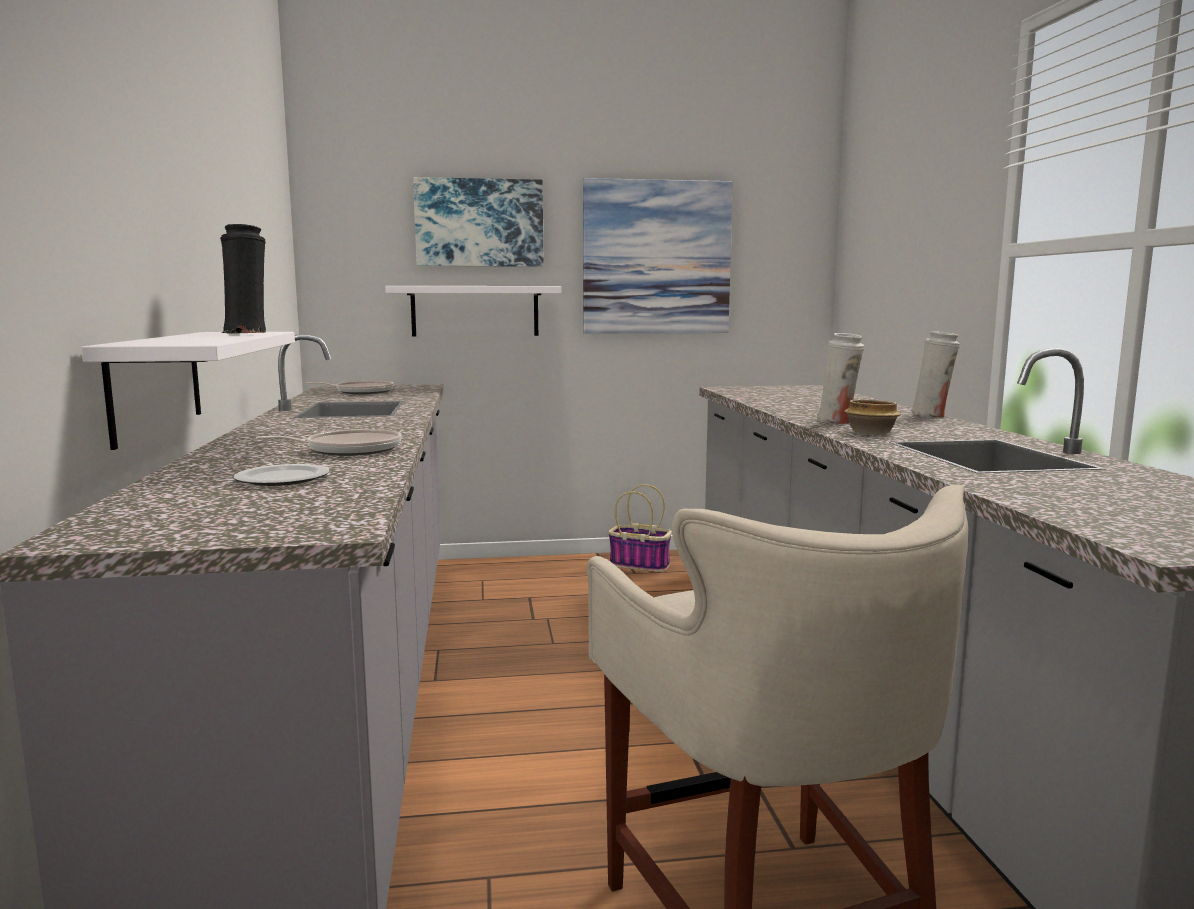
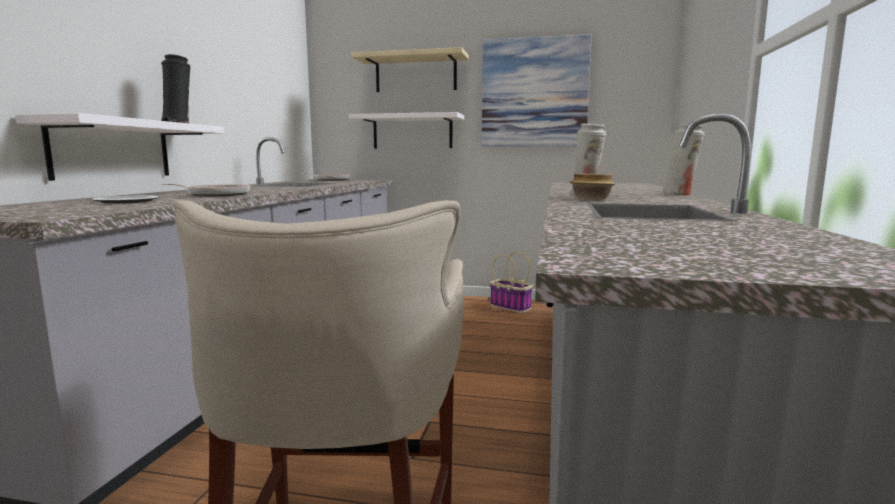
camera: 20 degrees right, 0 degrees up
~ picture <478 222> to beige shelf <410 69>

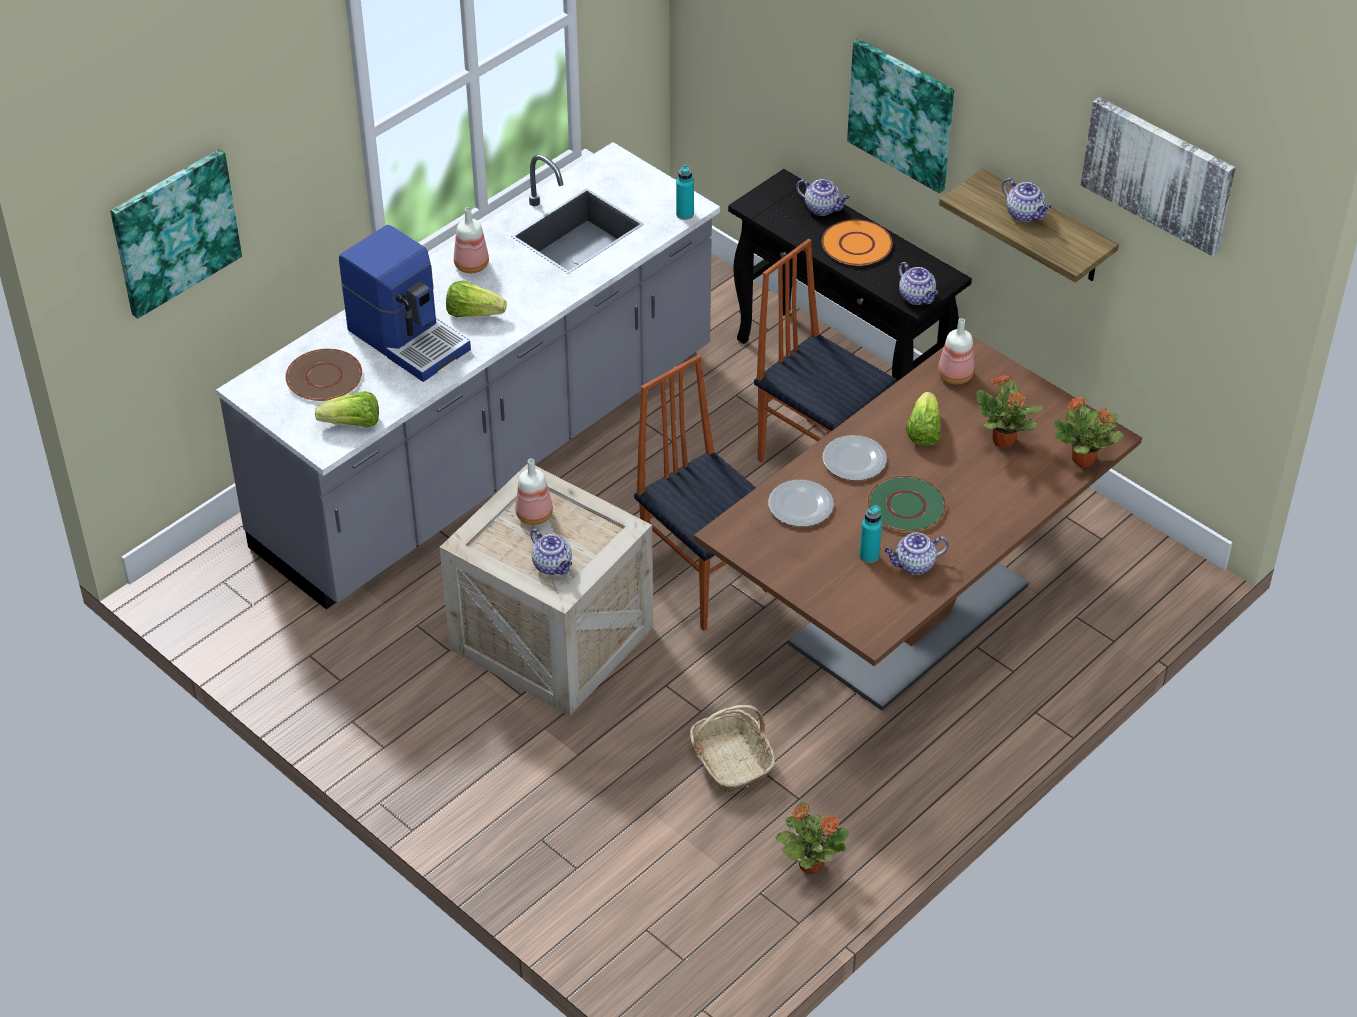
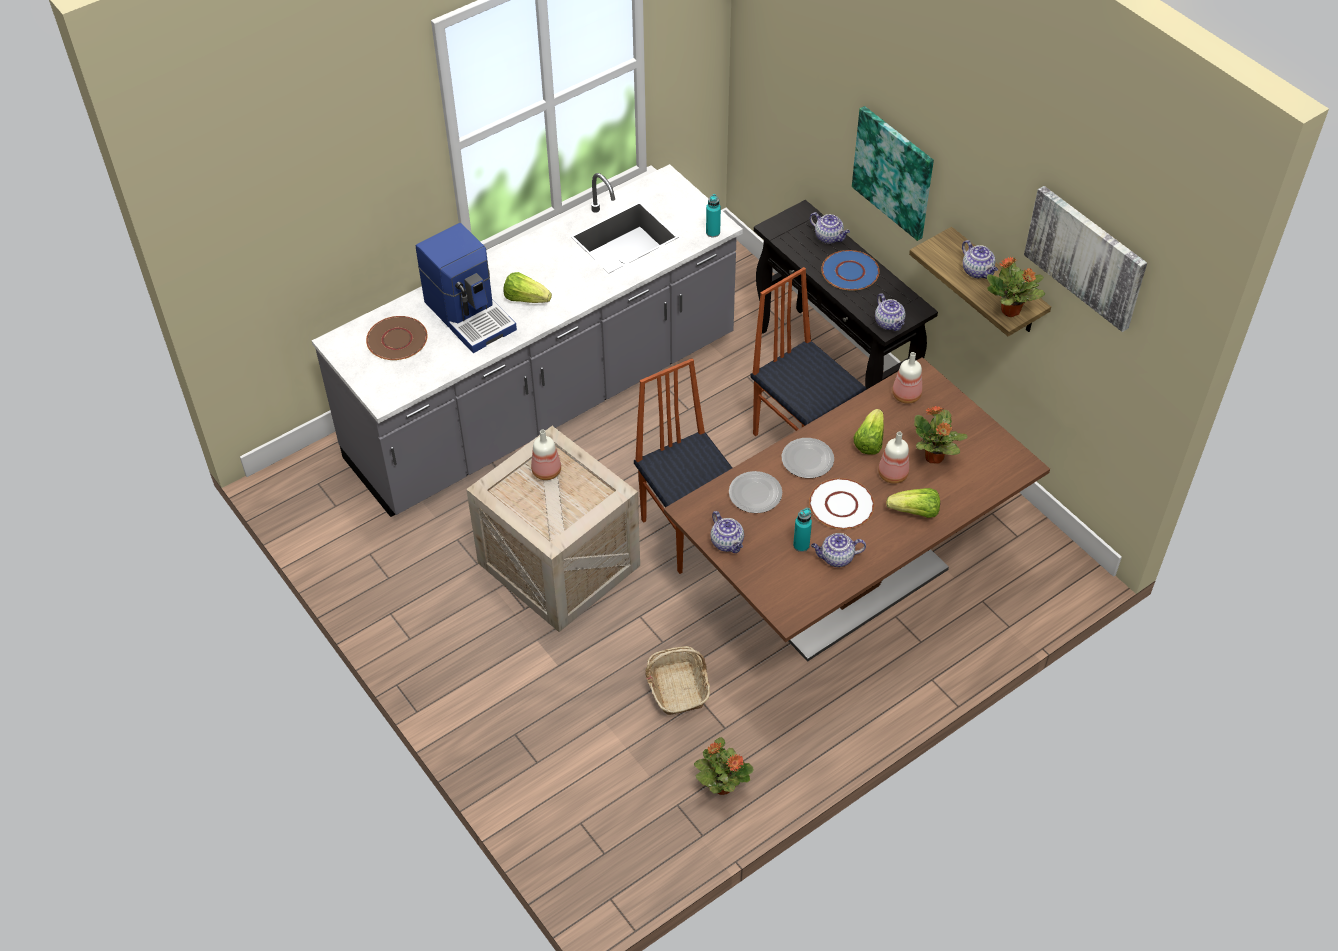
camera: 10 degrees right, 5 degrees up
- picture <176 234>
~ lettuce <347 409> to <913 503>
~ bottle <471 240> to <893 458>
~ teapot <551 552> to <727 532>
~ potted plant <1088 432> to <1016 287>
~ orange plate <857 243> to blue plate <850 270>
~ green plate <906 504> to white plate <841 503>

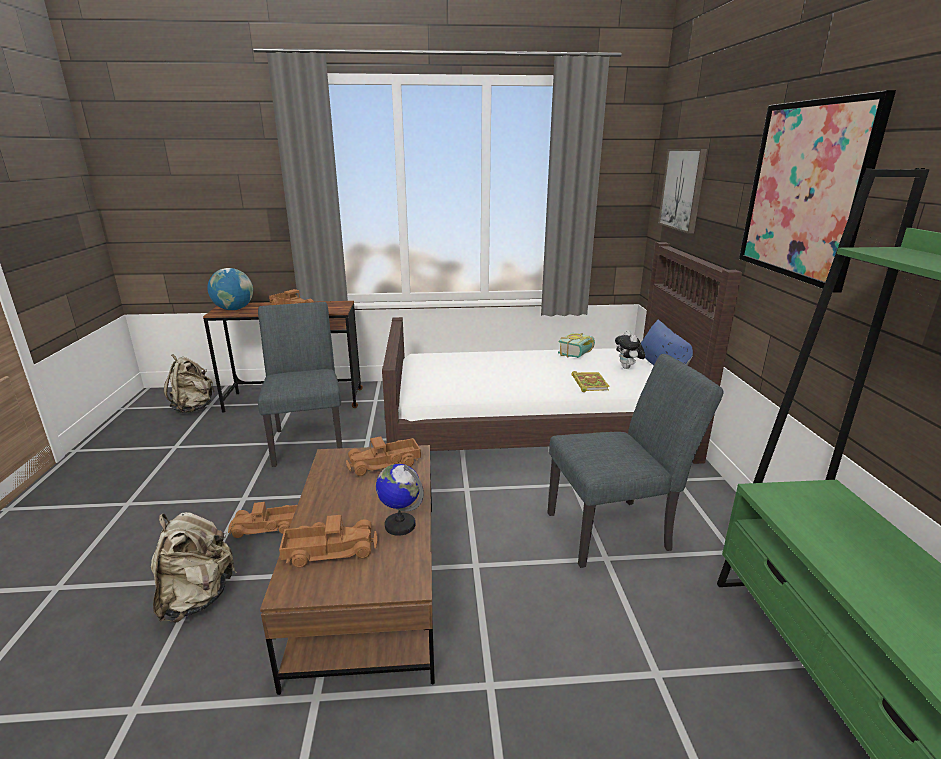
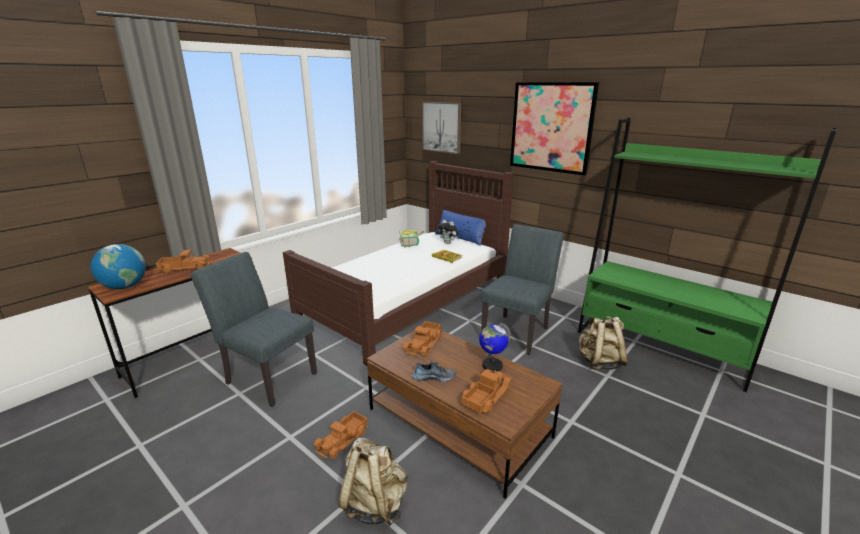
camera: 45 degrees left, 0 degrees up
+ shoe <434 371>
~ beige backpack <189 383> to <603 343>

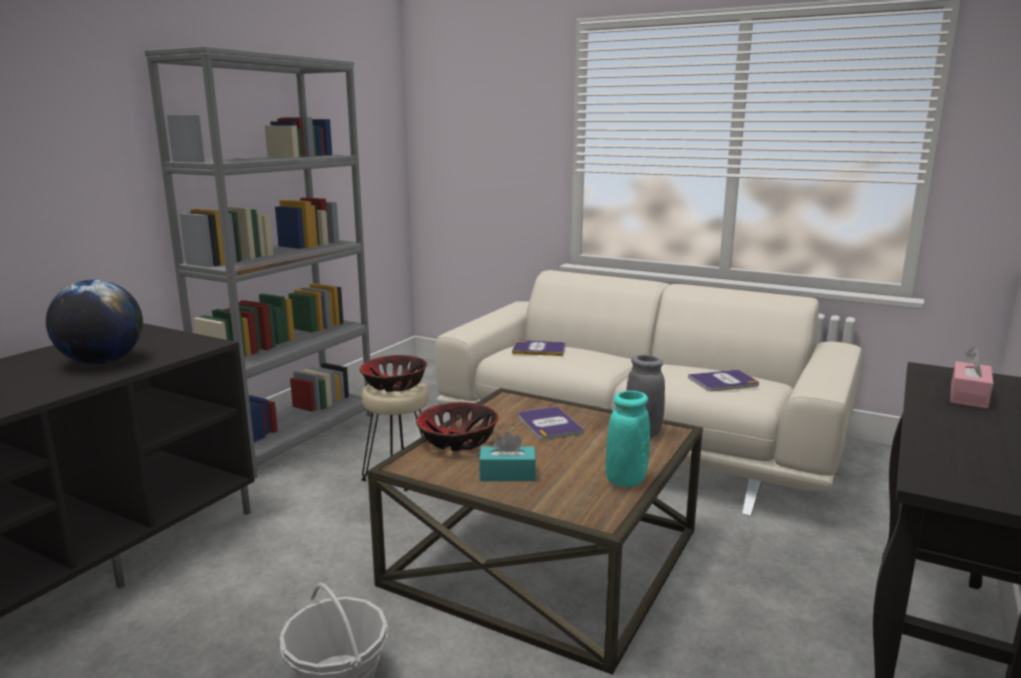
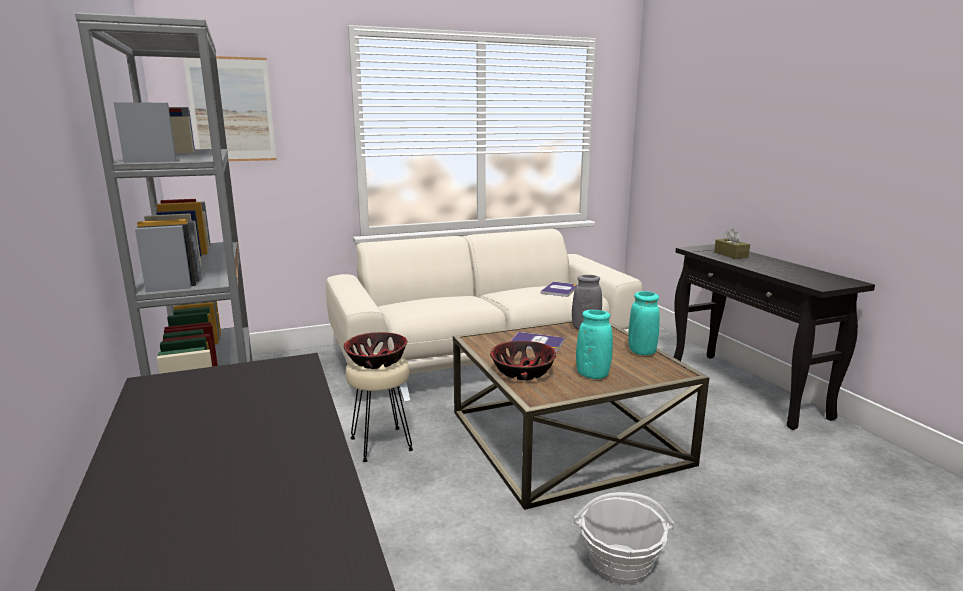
camera: 50 degrees left, 0 degrees up
- globe <94 321>
- book <539 348>
+ picture <229 108>
~ turquoise tissue box <507 456> to turquoise vase <594 344>
~ pink tissue box <971 378> to brown tissue box <732 244>

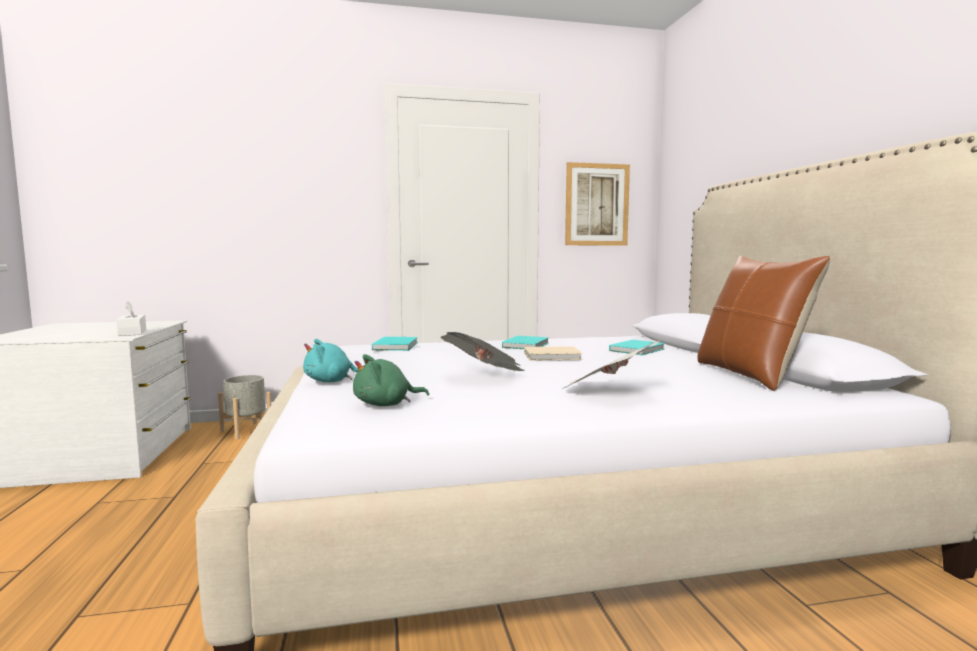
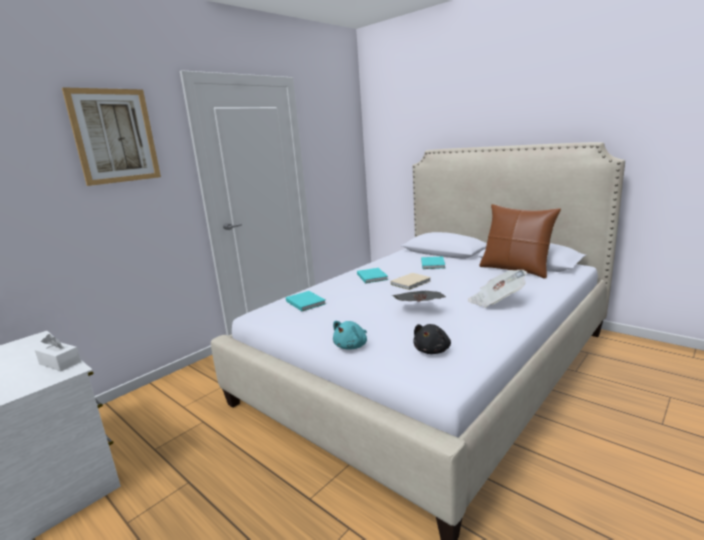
camera: 35 degrees left, 10 degrees up
- grey planter <244 407>
~ picture <597 204> to <111 136>
~ green plush toy <391 380> to black plush toy <432 339>

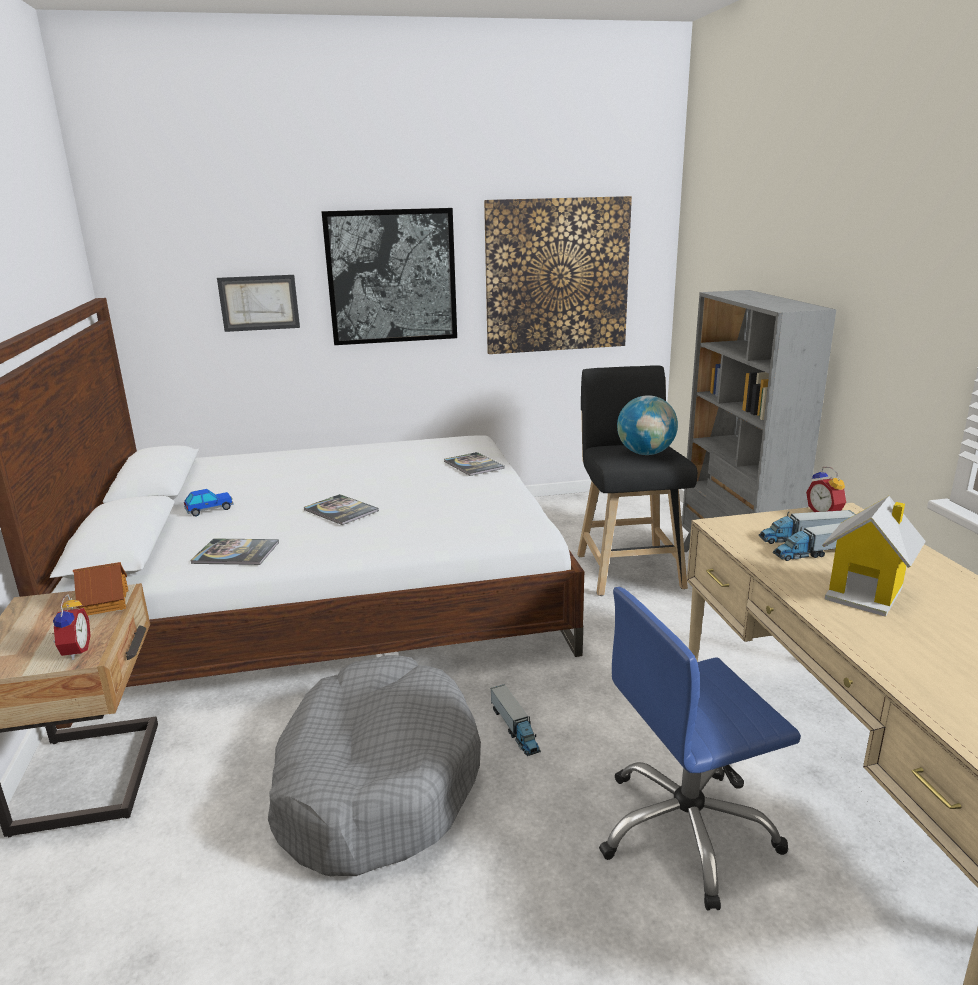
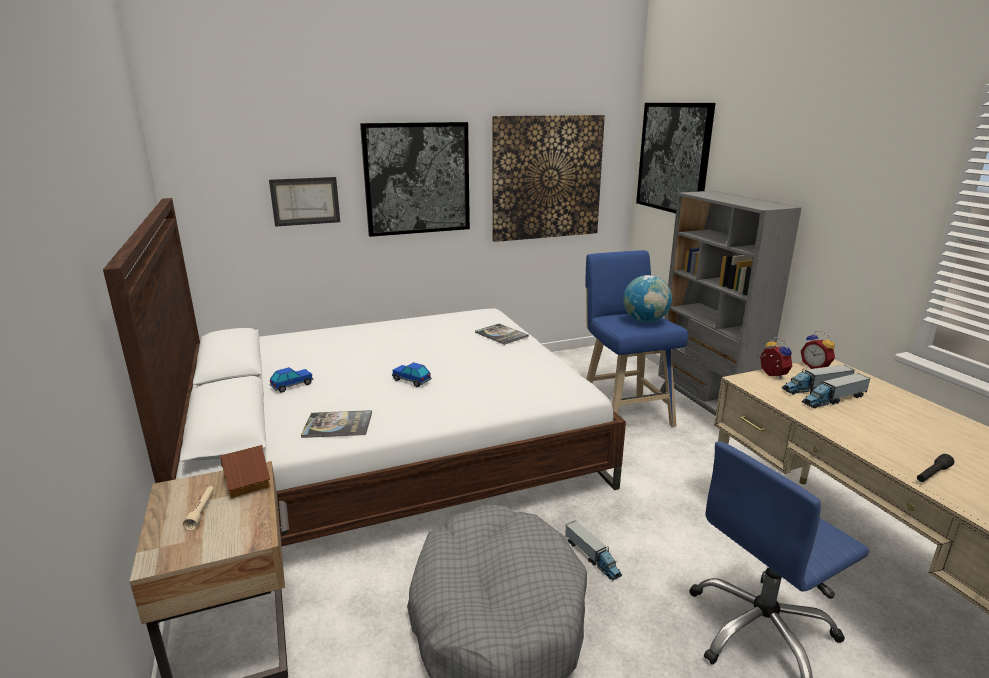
camera: 10 degrees left, 0 degrees up
- toy house <874 556>
+ beige flashlight <198 508>
+ picture <675 158>
+ black flashlight <935 468>
~ alarm clock <71 627> to <776 358>
~ book <341 509> to toy car <411 374>
~ black stool <637 480> to blue stool <636 338>

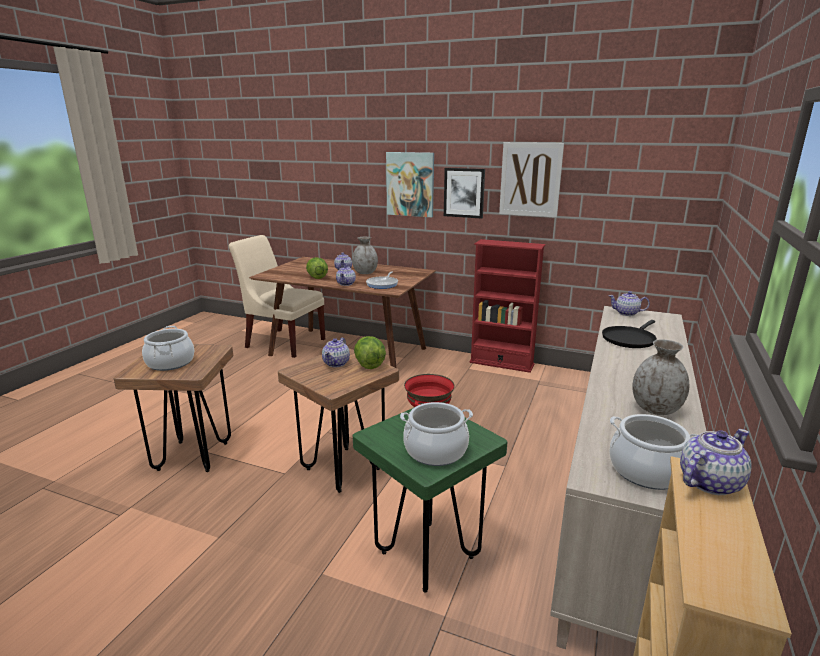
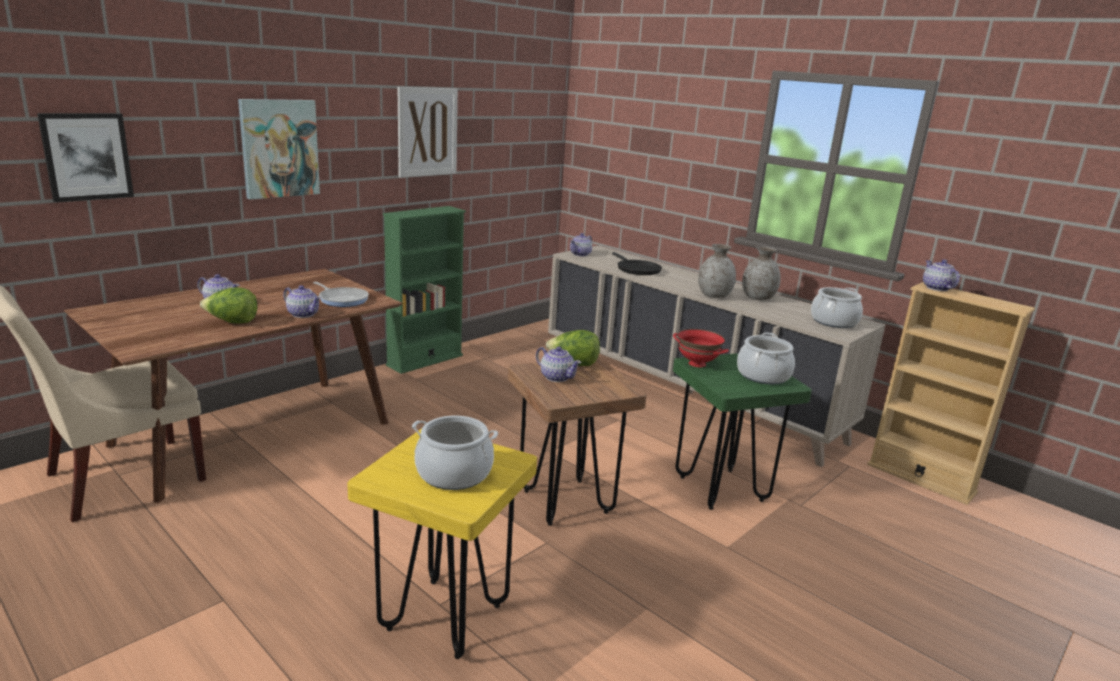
camera: 70 degrees left, 0 degrees up
~ grey vase <365 255> to <717 271>
~ picture <464 193> to <85 157>
~ brown stool <173 408> to yellow stool <442 543>
~ red bookcase <507 306> to green bookcase <424 290>

